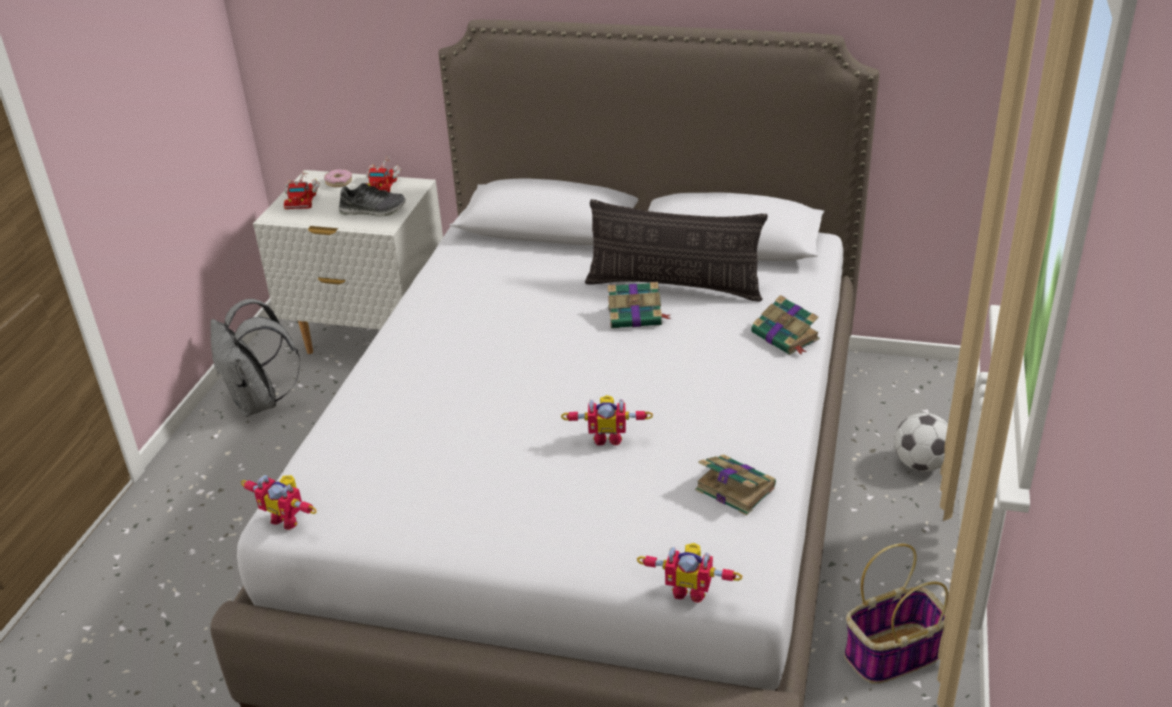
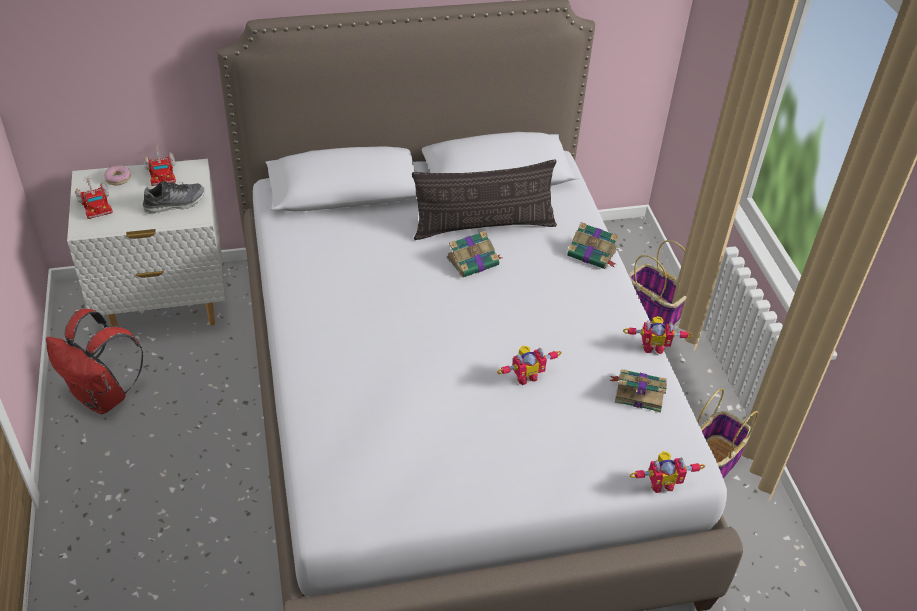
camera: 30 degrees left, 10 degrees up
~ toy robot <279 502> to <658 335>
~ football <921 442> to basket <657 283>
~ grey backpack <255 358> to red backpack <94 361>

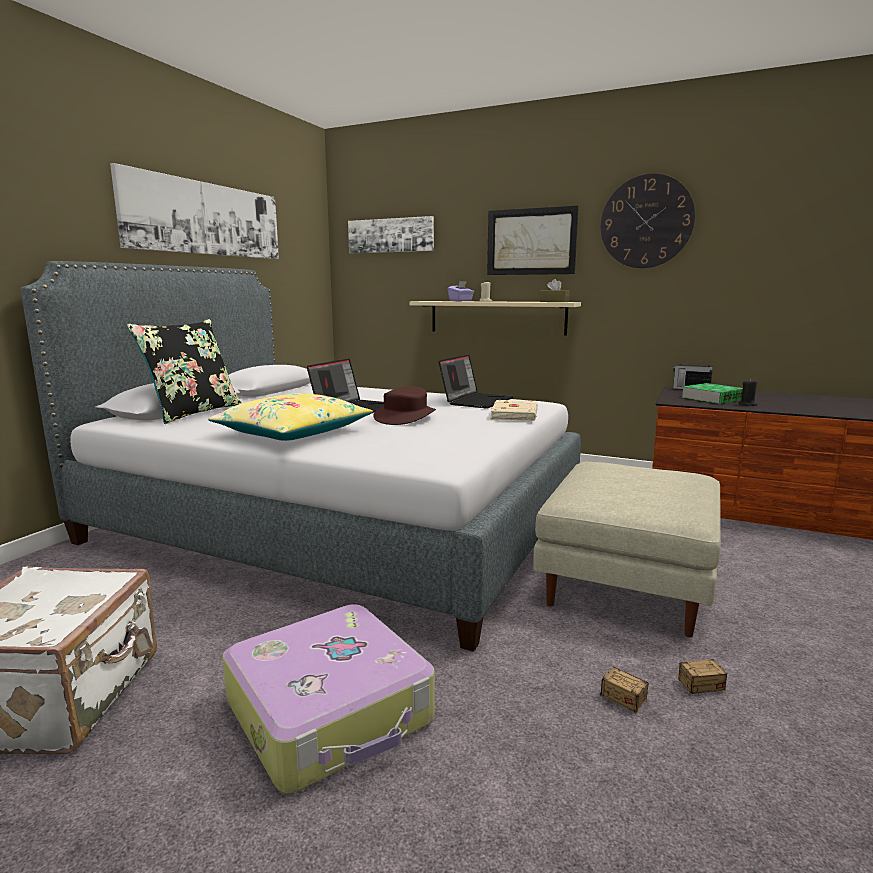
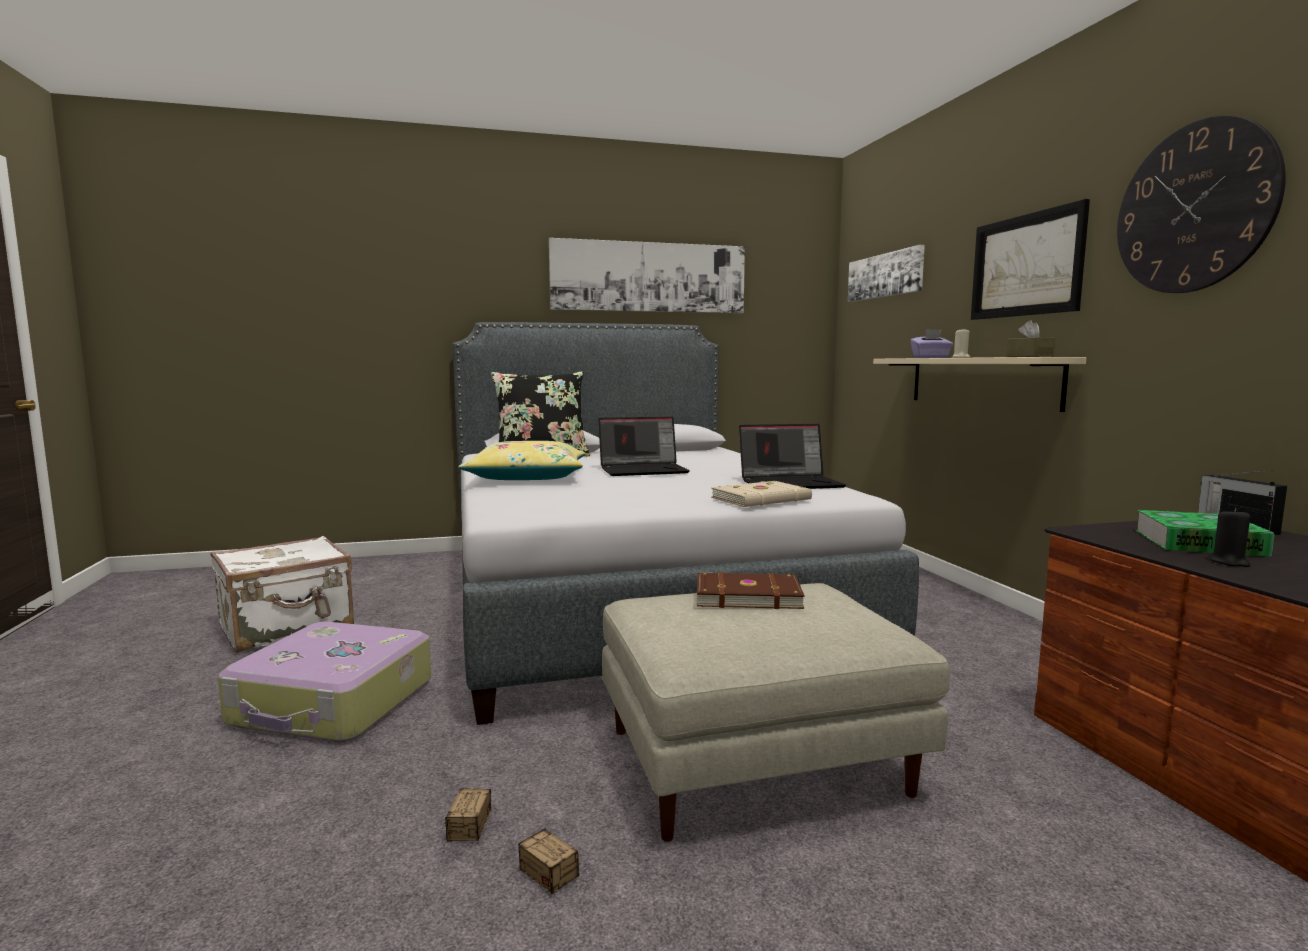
camera: 50 degrees right, 5 degrees down
- brown hat <404 405>
+ brown book <751 590>

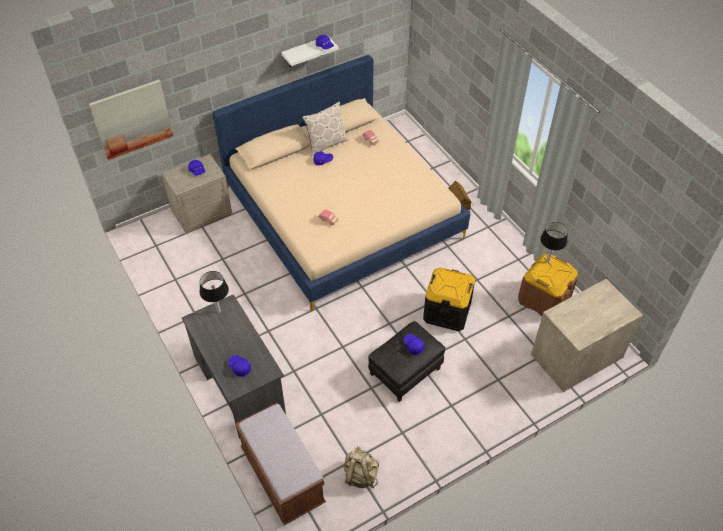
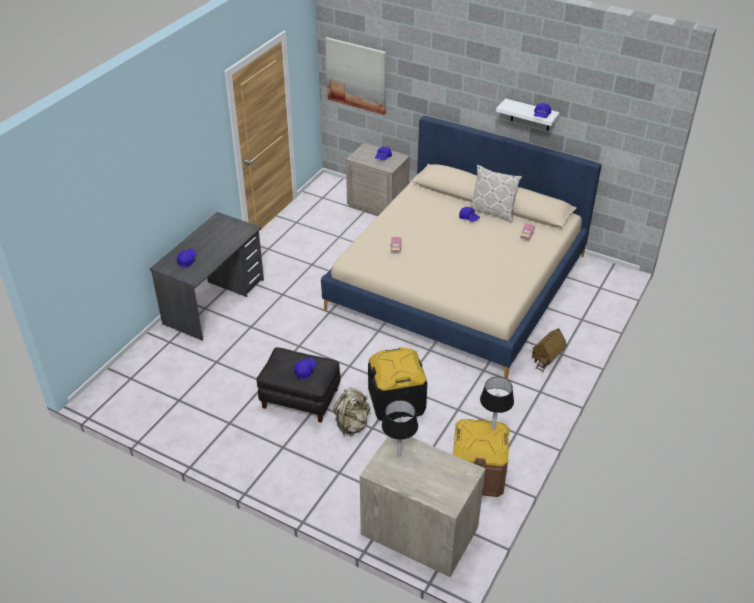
camera: 60 degrees right, 10 degrees down
- brown bench <280 463>
~ black table lamp <214 292> to <400 428>
~ beige backpack <361 467> to <352 412>

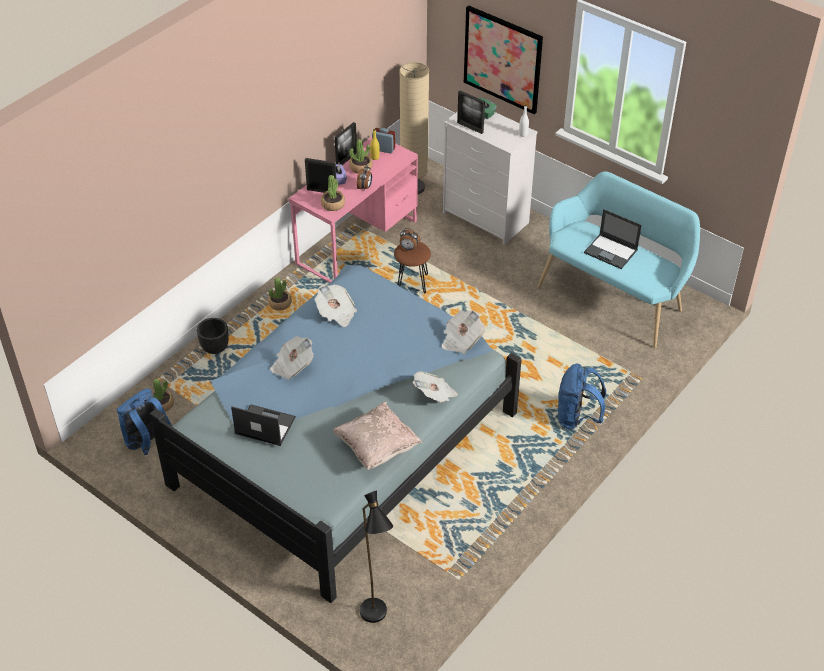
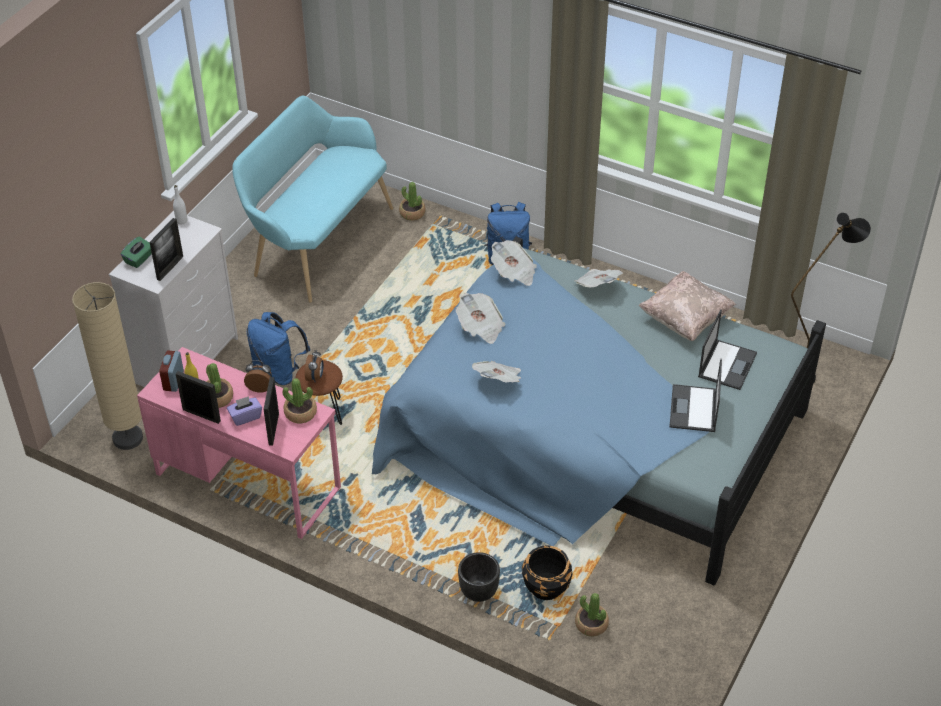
camera: 100 degrees left, 0 degrees up
- picture <503 59>
+ black planter <547 572>
~ blue backpack <145 421> to <278 348>
~ potted plant <280 294> to <412 201>
~ newspaper <292 358> to <480 318>
~ laptop <613 239> to <727 350>

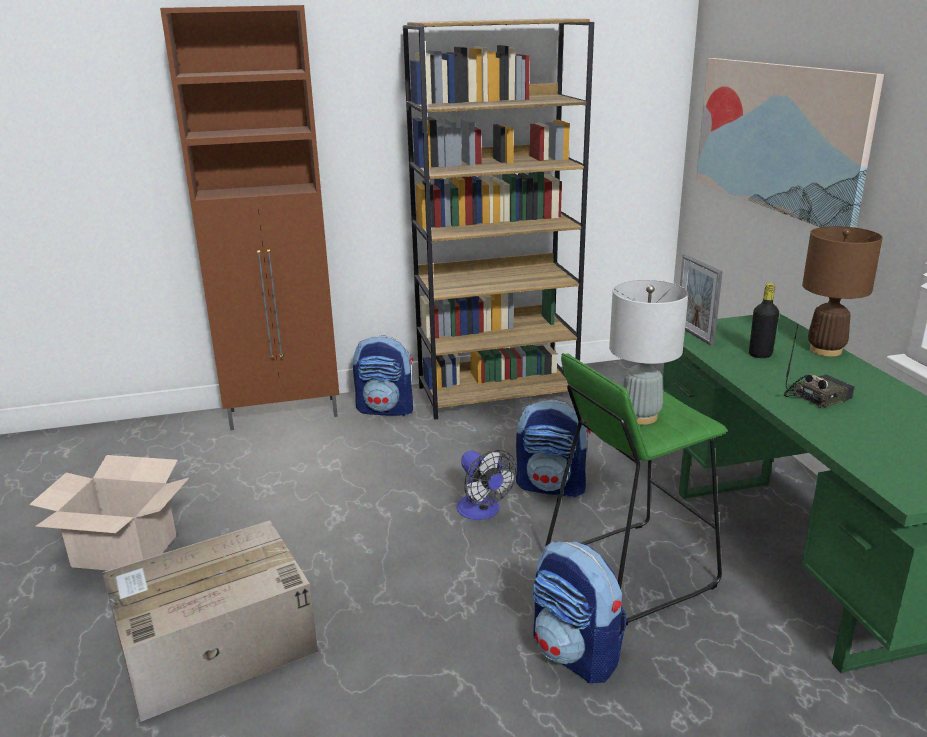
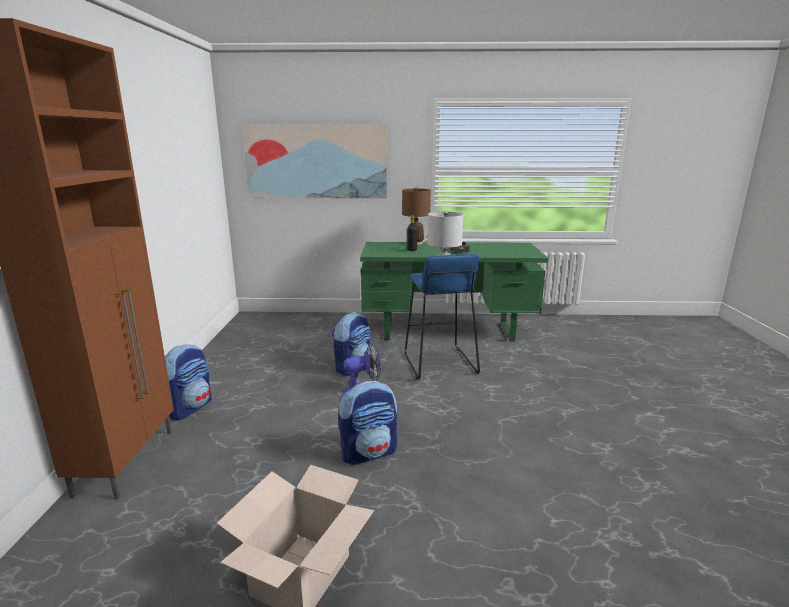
camera: 75 degrees left, 5 degrees down
- cardboard box <210 621>
- brown bookcase <498 219>
- picture frame <701 300>
~ backpack <579 612> to <367 423>
~ green stool <636 489> to blue stool <442 317>

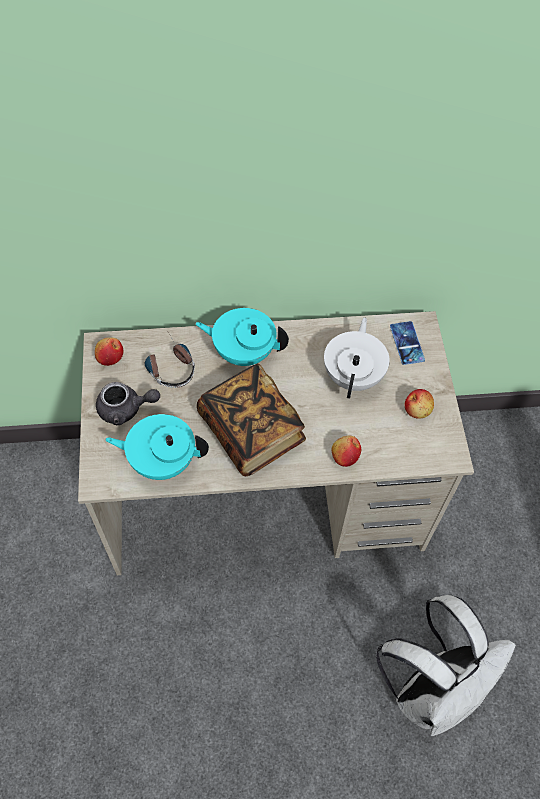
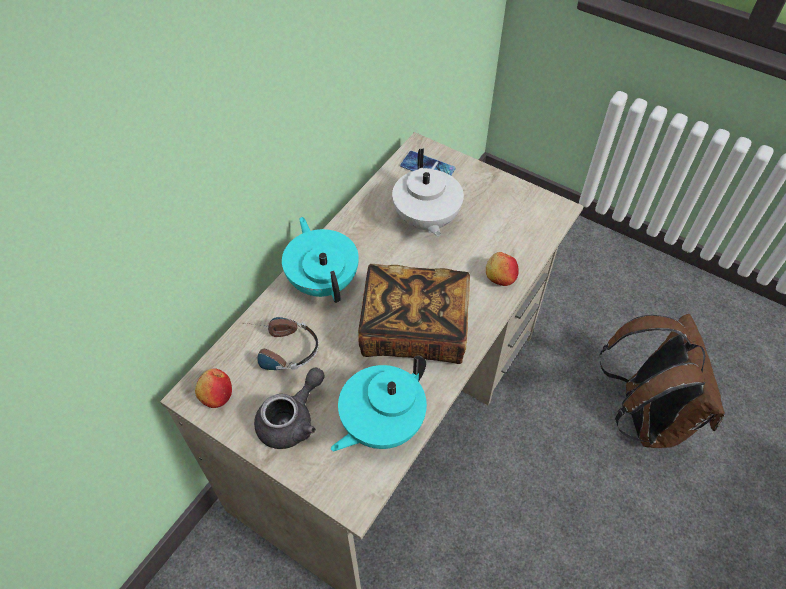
camera: 50 degrees left, 5 degrees down
- apple <419 404>
~ white backpack <446 665> to brown backpack <662 381>
~ turquoise teapot <242 337> = <320 260> 105 degrees clockwise
~ white teapot <357 358> = <428 193> 150 degrees counterclockwise

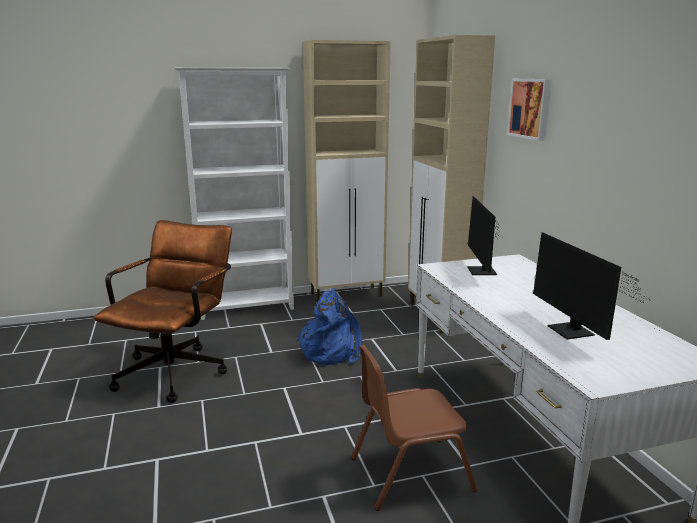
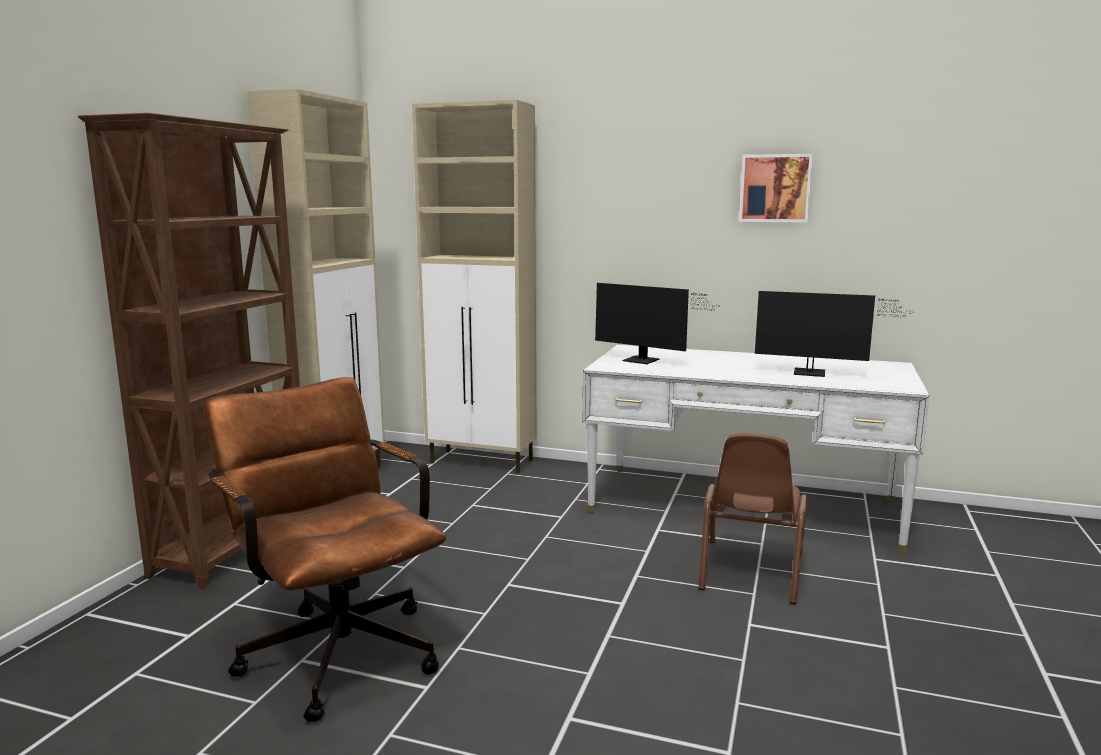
camera: 55 degrees left, 5 degrees down
- blue backpack <329 326>
~ picture <529 110> to <776 188>
~ white bookcase <234 194> to brown bookcase <189 351>

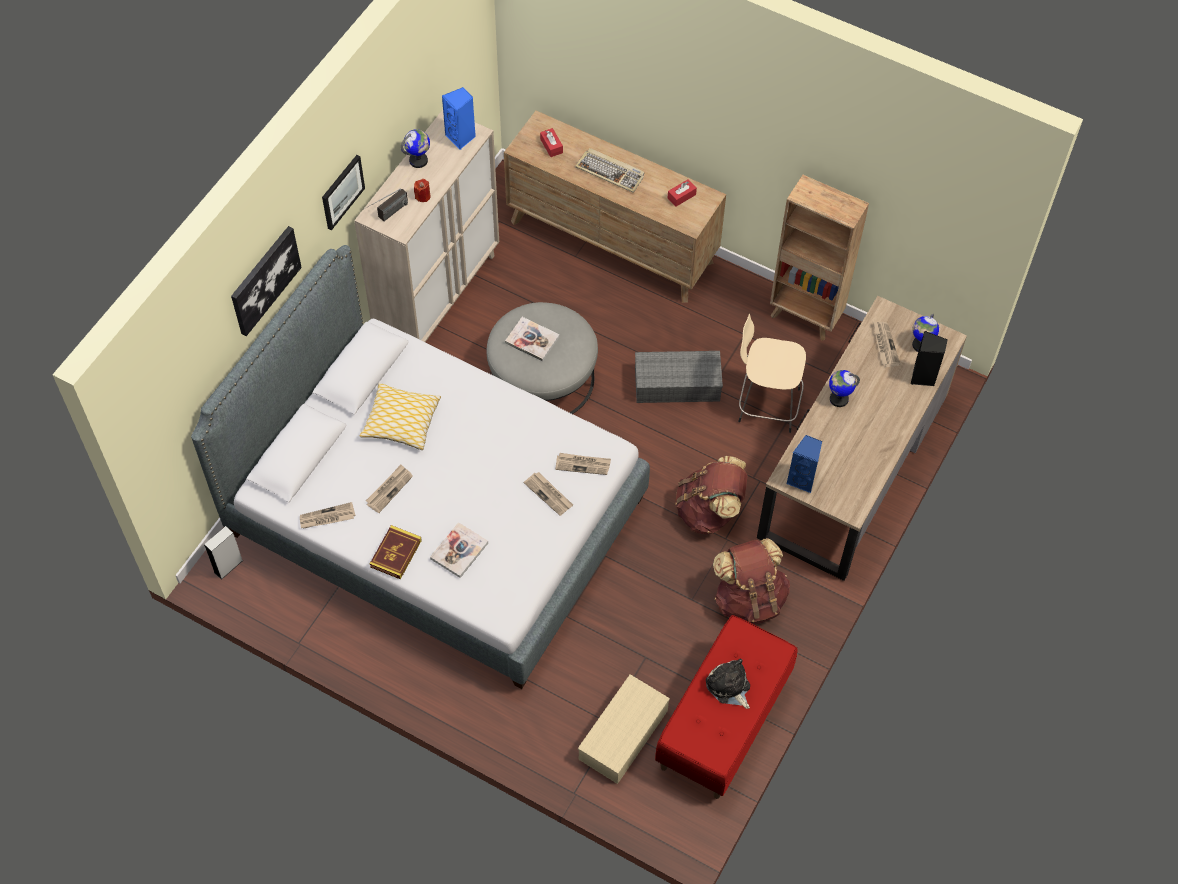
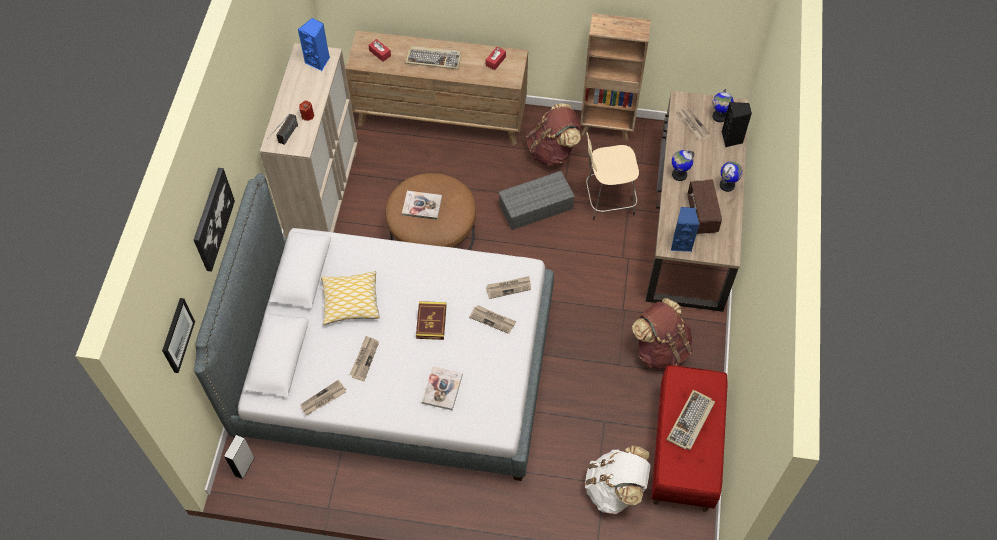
camera: 20 degrees left, 0 degrees up
+ radio <705 206>
~ picture <343 193> to <178 335>
~ book <396 552> to <431 320>
~ globe <415 148> to <731 176>
~ brown backpack <711 495> to <553 135>
~ beige storage box <624 729> to white backpack <617 479>
~ plush toy <728 684> to keyboard <691 420>
~ grey ottoman <542 358> to brown ottoman <430 211>

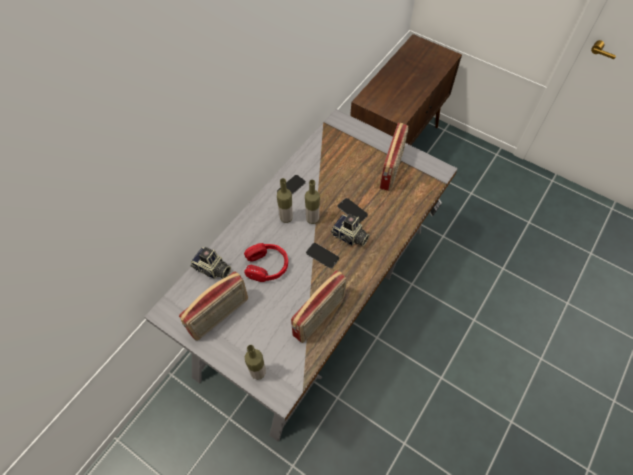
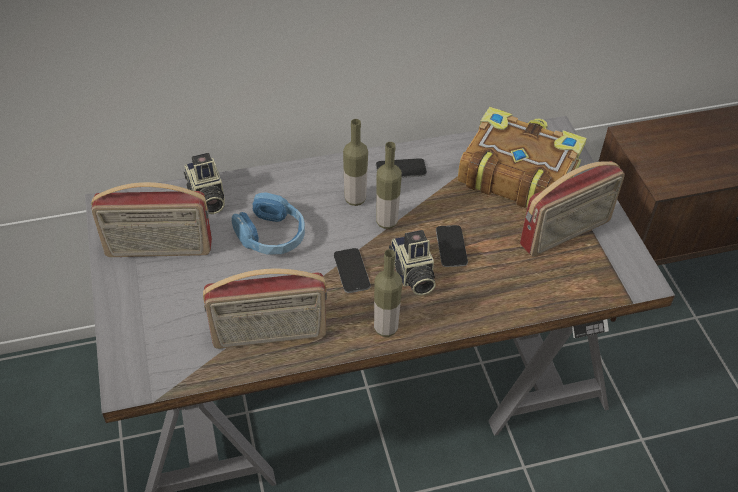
camera: 40 degrees right, 10 degrees down
+ book <522 157>
~ bottle <255 362> to <388 293>
~ red headphones <266 262> to blue headphones <268 223>

